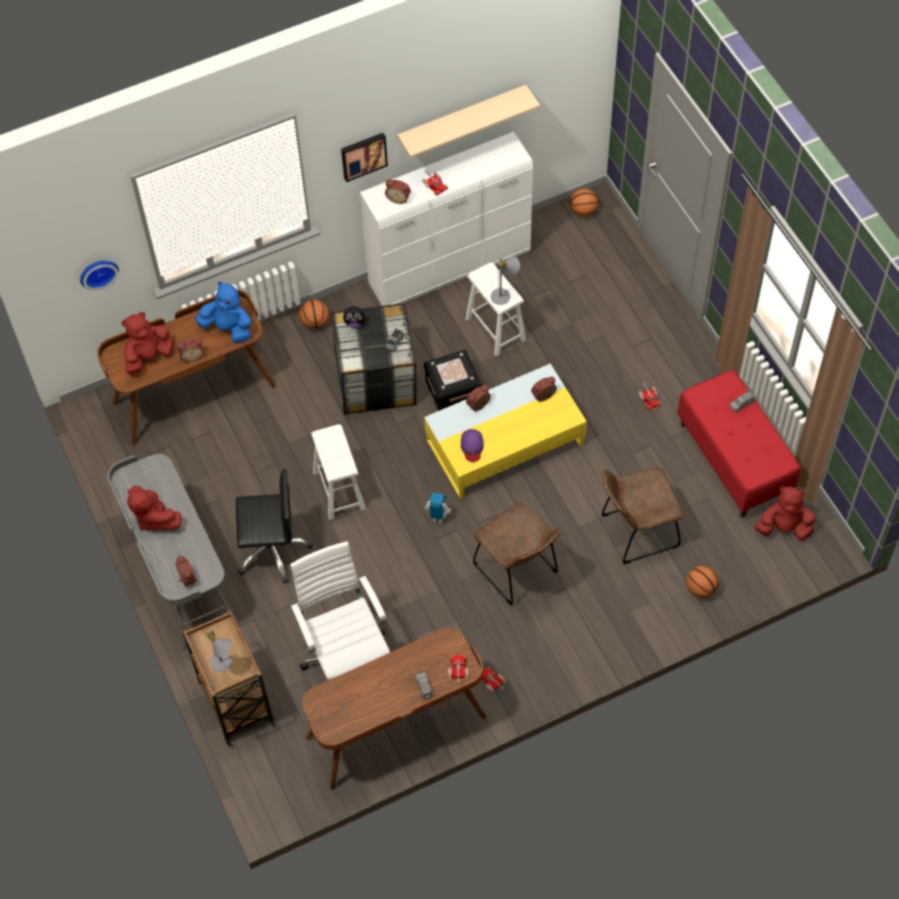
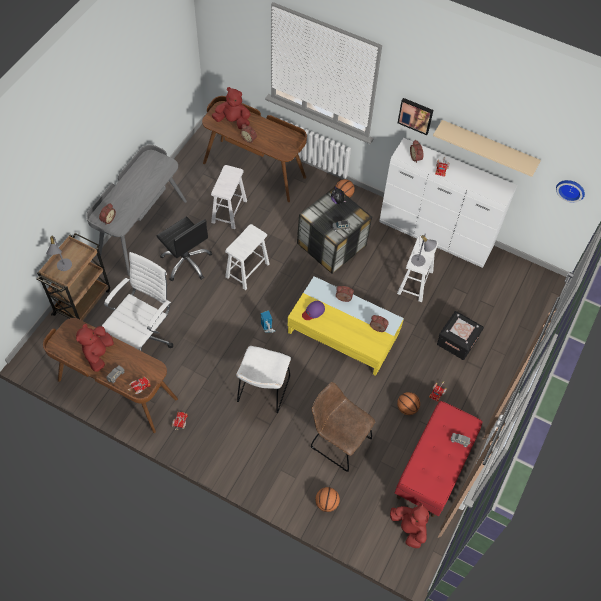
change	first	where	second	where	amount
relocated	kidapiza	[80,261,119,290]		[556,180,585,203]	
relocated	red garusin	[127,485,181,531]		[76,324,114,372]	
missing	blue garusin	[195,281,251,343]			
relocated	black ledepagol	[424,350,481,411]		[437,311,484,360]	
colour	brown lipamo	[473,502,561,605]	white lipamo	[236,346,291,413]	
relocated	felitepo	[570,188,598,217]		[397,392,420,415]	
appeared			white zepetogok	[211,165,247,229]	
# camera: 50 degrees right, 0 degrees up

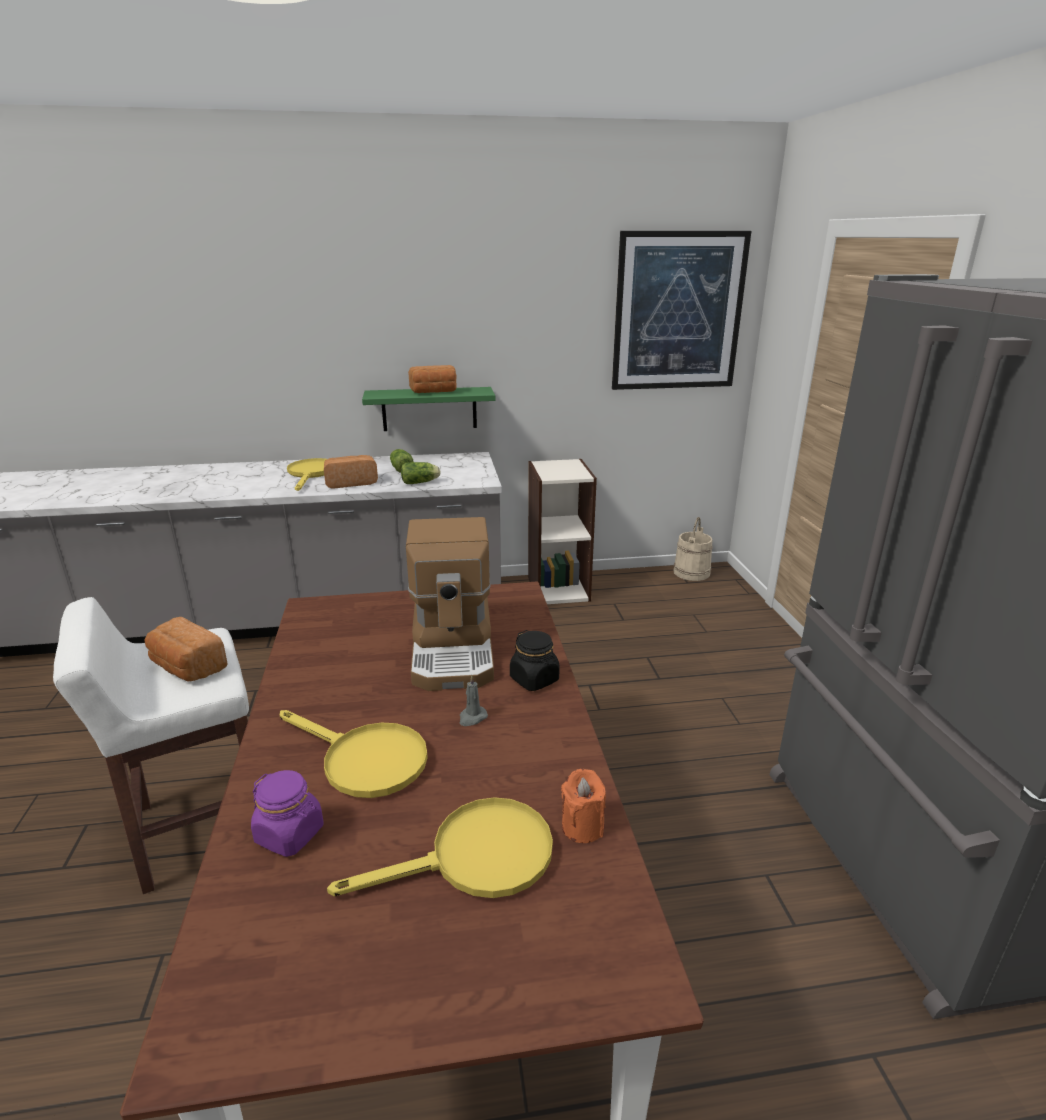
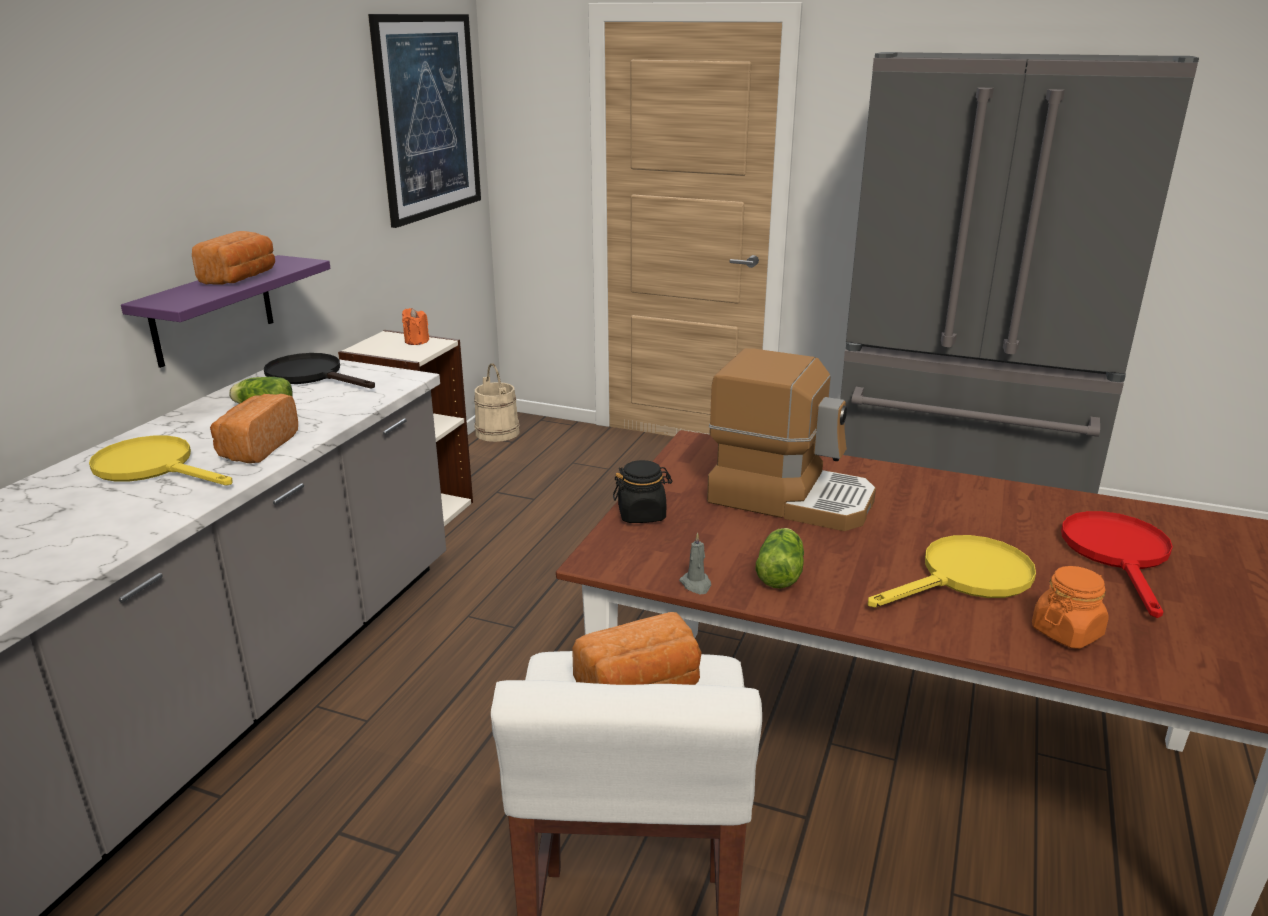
change	first	where	second	where	amount
colour	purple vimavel	[251,770,323,857]	orange vimavel	[1032,566,1109,649]	
colour	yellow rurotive	[327,797,553,898]	red rurotive	[1061,511,1173,618]	
colour	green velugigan	[362,387,495,431]	purple velugigan	[121,255,331,368]	
relocated	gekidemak	[401,462,441,484]		[756,528,804,589]	
relocated	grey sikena	[460,675,488,726]		[679,532,711,594]	
relocated	black vimavel	[510,630,560,691]		[613,460,672,523]	
relocated	orange sikena	[561,769,606,843]		[402,308,429,345]	
appeared			black rurotive	[264,353,375,389]	
# camera: 60 degrees left, 0 degrees up

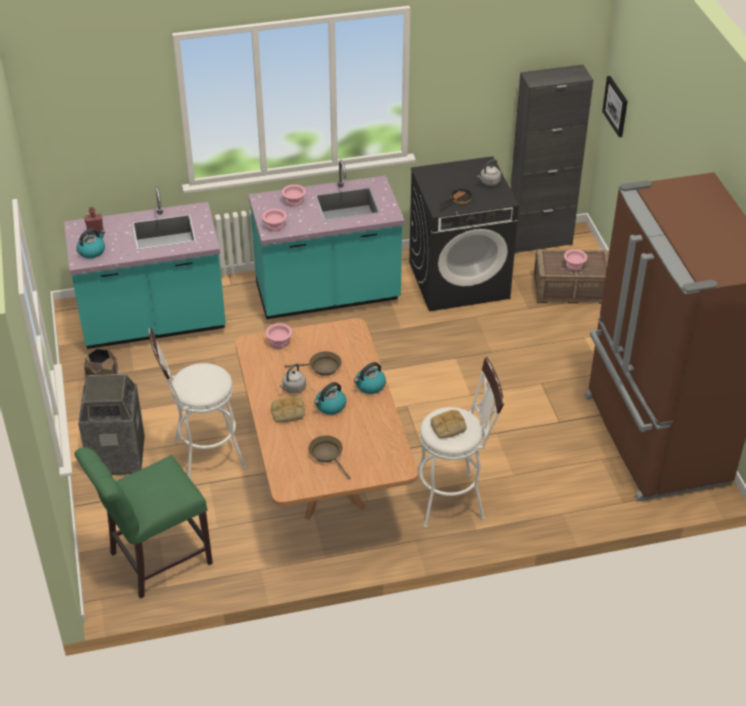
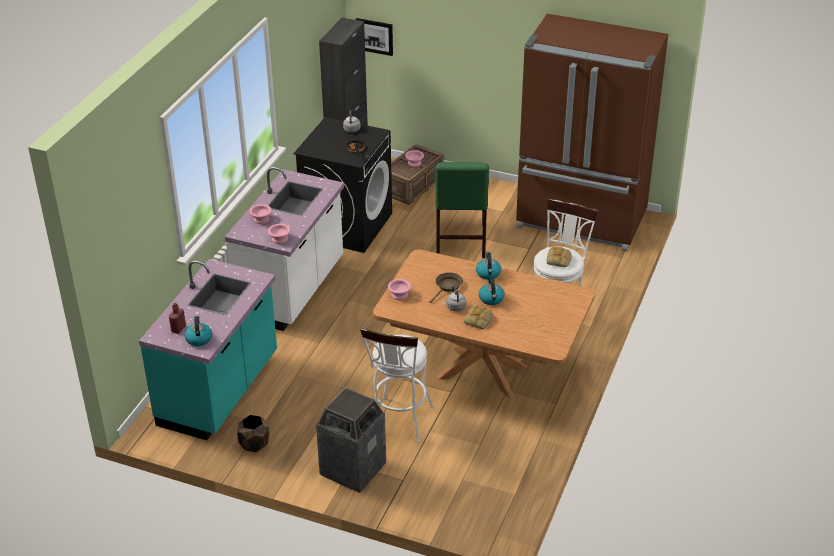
change	first	where	second	where	amount
relocated	green lipamo	[74,447,213,599]		[435,162,489,258]	
colour	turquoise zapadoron	[248,160,405,319]	white zapadoron	[225,167,344,331]	
missing	brown rurotive	[308,435,350,479]			
# camera: 55 degrees left, 5 degrees down

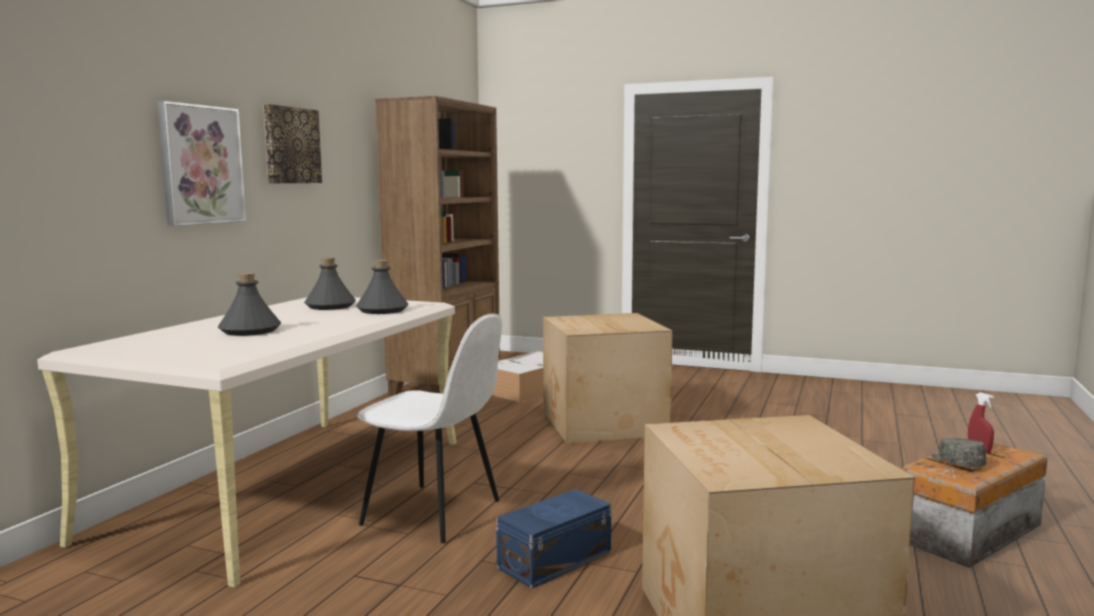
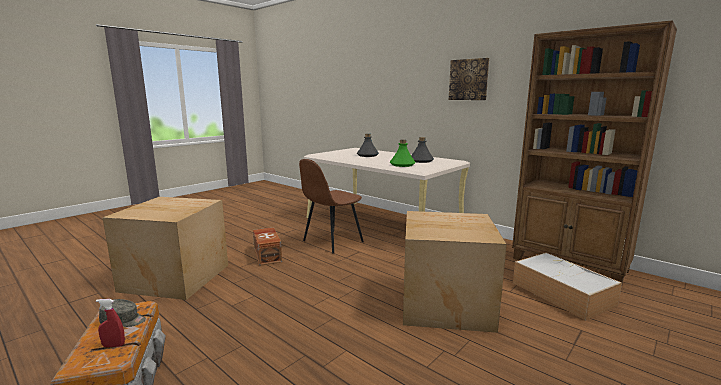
change	first	where	second	where	amount
missing	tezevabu	[157,101,246,226]			
colour	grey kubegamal	[356,260,408,314]	green kubegamal	[390,140,415,167]	
colour	white lipamo	[357,314,502,543]	brown lipamo	[299,159,364,253]	
colour	blue ledepagol	[496,489,611,589]	brown ledepagol	[253,227,282,266]	
# camera: 110 degrees right, 5 degrees up

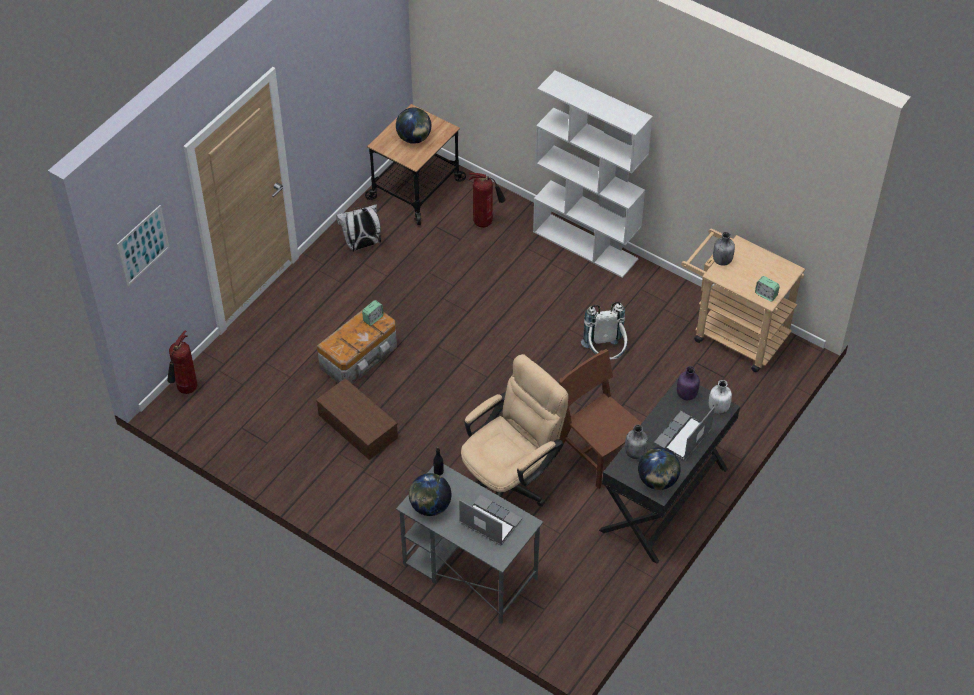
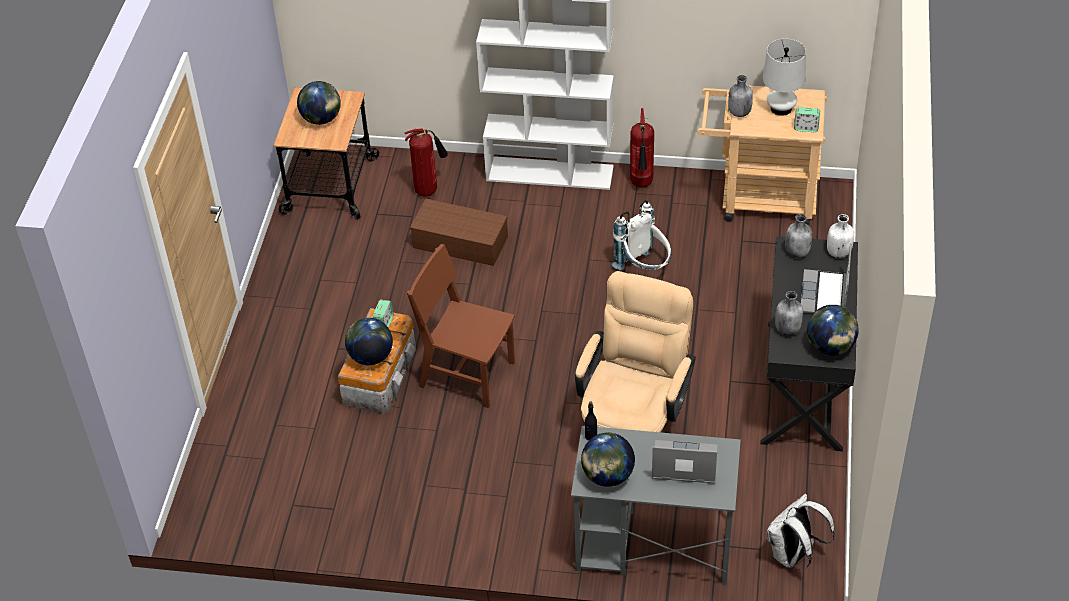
change	first	where	second	where	amount
missing	tezevabu	[117,205,170,286]			
relocated	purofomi	[167,331,198,394]		[630,108,654,188]	
relocated	brown ledepagol	[316,378,398,460]		[410,199,508,266]	
relocated	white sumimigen	[336,204,381,252]		[767,494,835,570]	
relocated	brown lipamo	[559,349,642,489]		[407,244,515,408]	
colour	purple kubegamal	[677,366,700,400]	grey kubegamal	[785,214,812,258]	
appeared			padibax	[345,318,393,365]	
appeared			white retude	[763,39,806,116]	
# camera: 25 degrees left, 5 degrees down

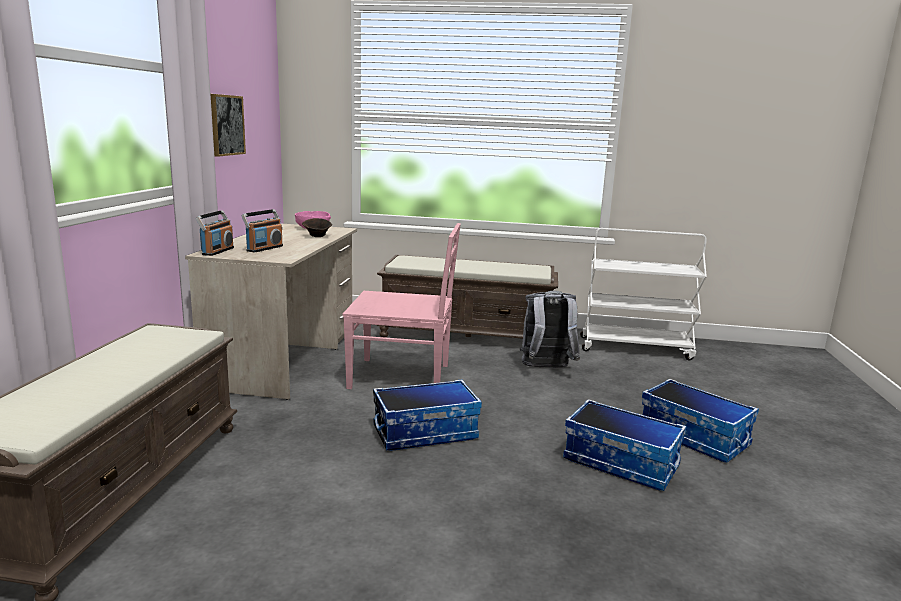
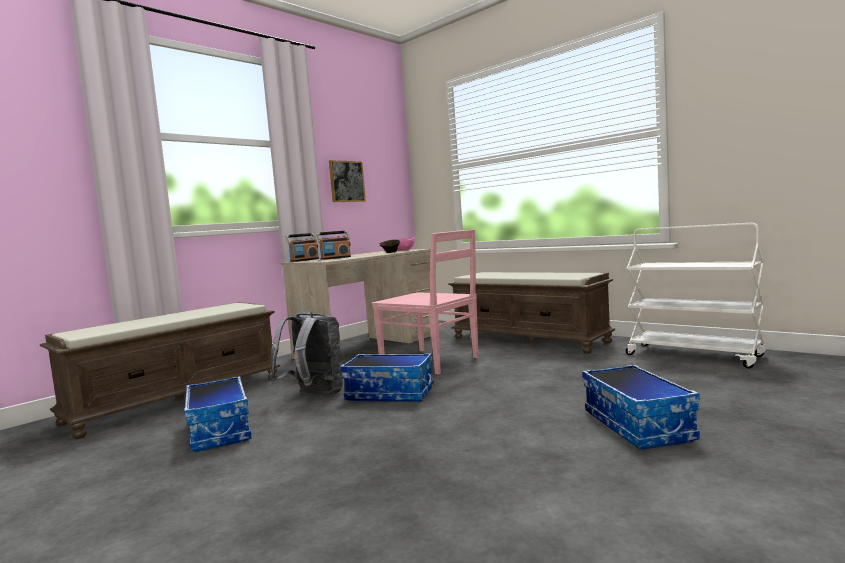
change	first	where	second	where	amount
relocated	grey sumimigen	[520,291,580,368]		[270,311,343,396]	
relocated	ledepagol	[563,399,687,491]		[184,376,252,452]	
# camera: 35 degrees right, 10 degrees down

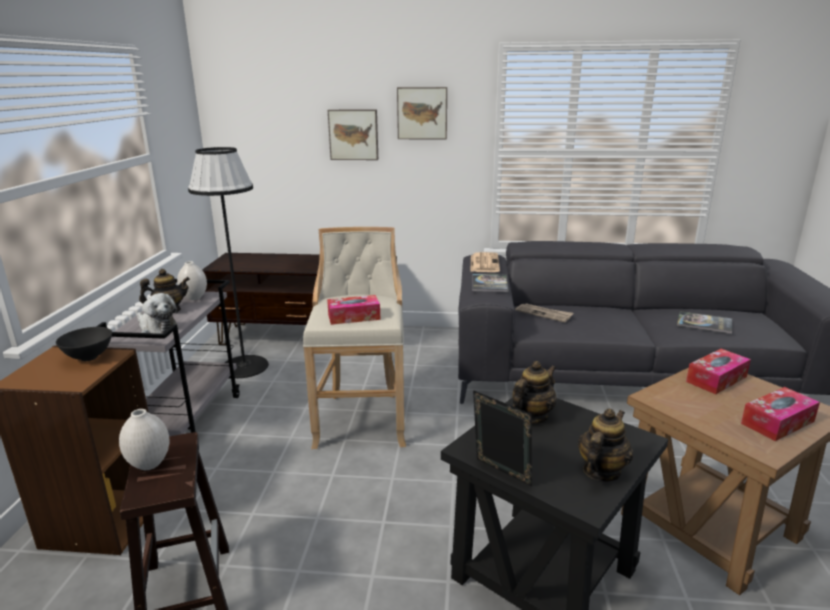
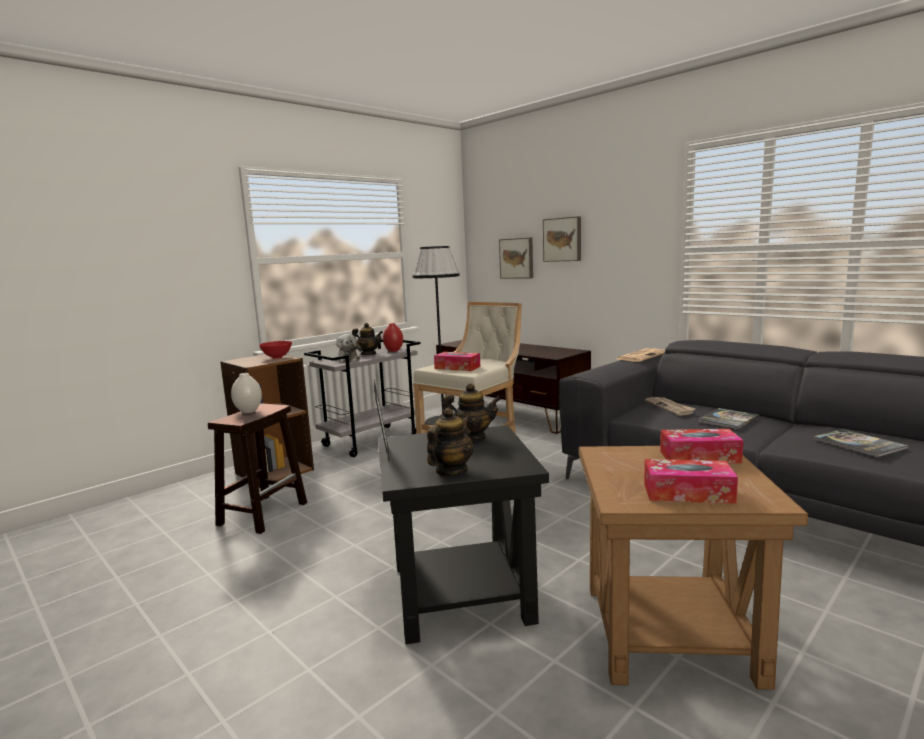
change	first	where	second	where	amount
colour	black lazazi	[56,327,112,361]	red lazazi	[259,341,292,359]	
colour	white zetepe	[177,261,207,300]	red zetepe	[383,323,403,352]	
relocated	tezevabu	[397,87,447,139]		[499,238,533,278]	
relocated	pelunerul	[472,274,509,292]		[698,408,759,429]	
spun	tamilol	[578,409,633,482]		[427,407,473,476]	45 degrees counterclockwise
# camera: 40 degrees right, 10 degrees down

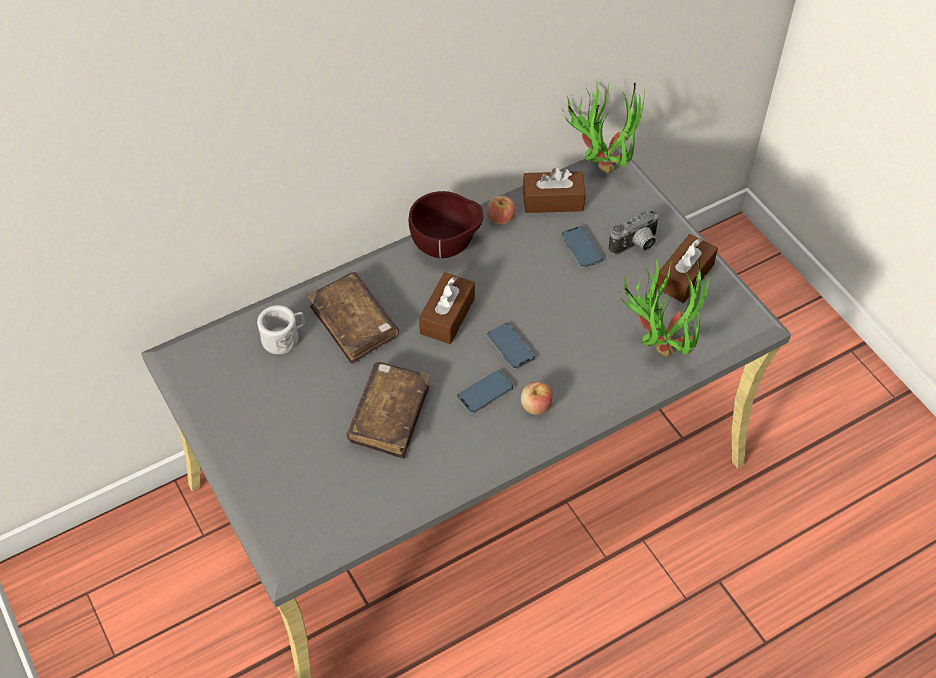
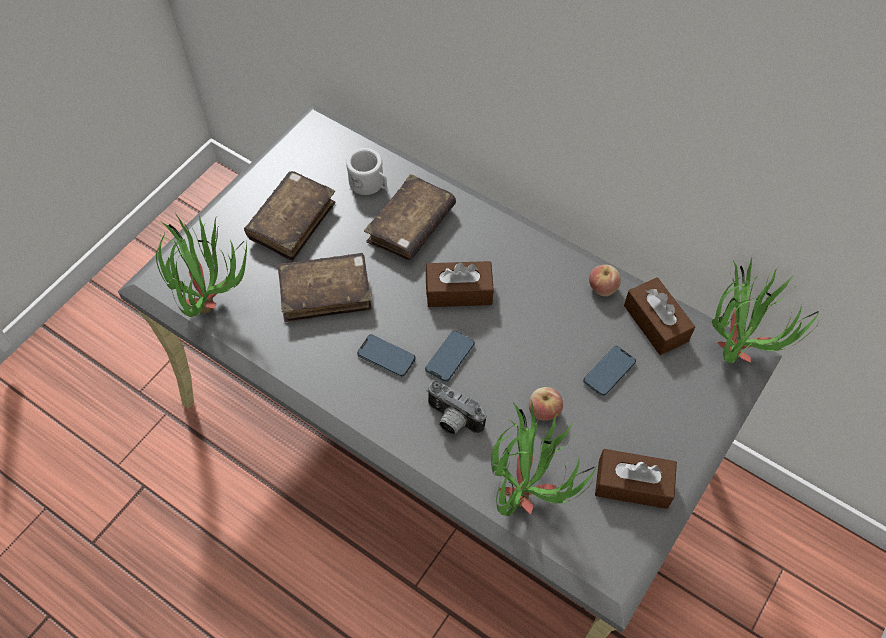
change	first	where	second	where	amount
missing	brown lazazi	[409,191,483,258]			
relocated	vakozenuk	[521,382,553,415]		[529,387,563,421]	
relocated	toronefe	[609,211,660,255]		[426,380,487,435]	
appeared			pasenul	[156,214,247,317]	
appeared			brown pelunerul	[244,171,336,261]	
# camera: 65 degrees right, 5 degrees up

